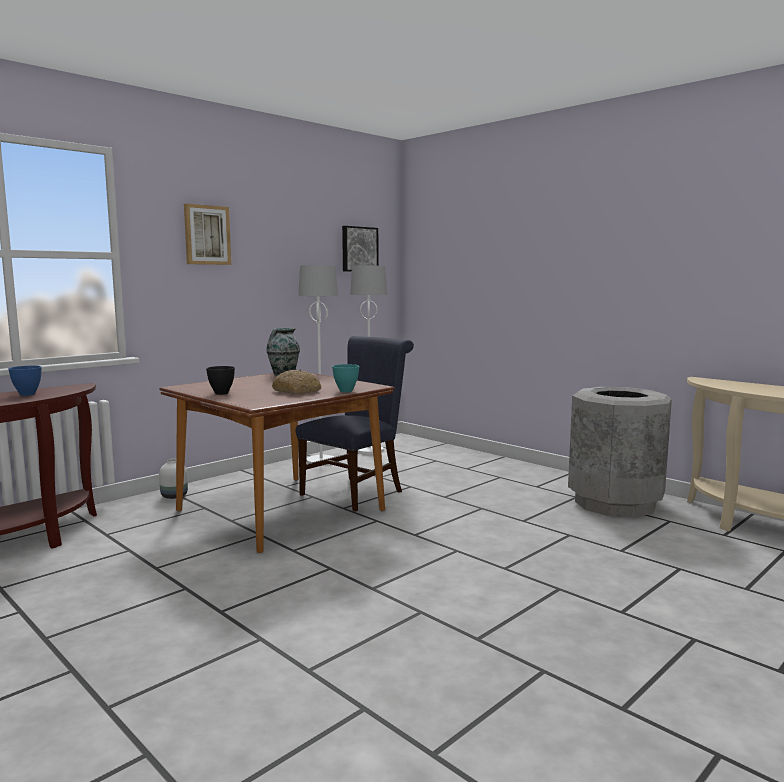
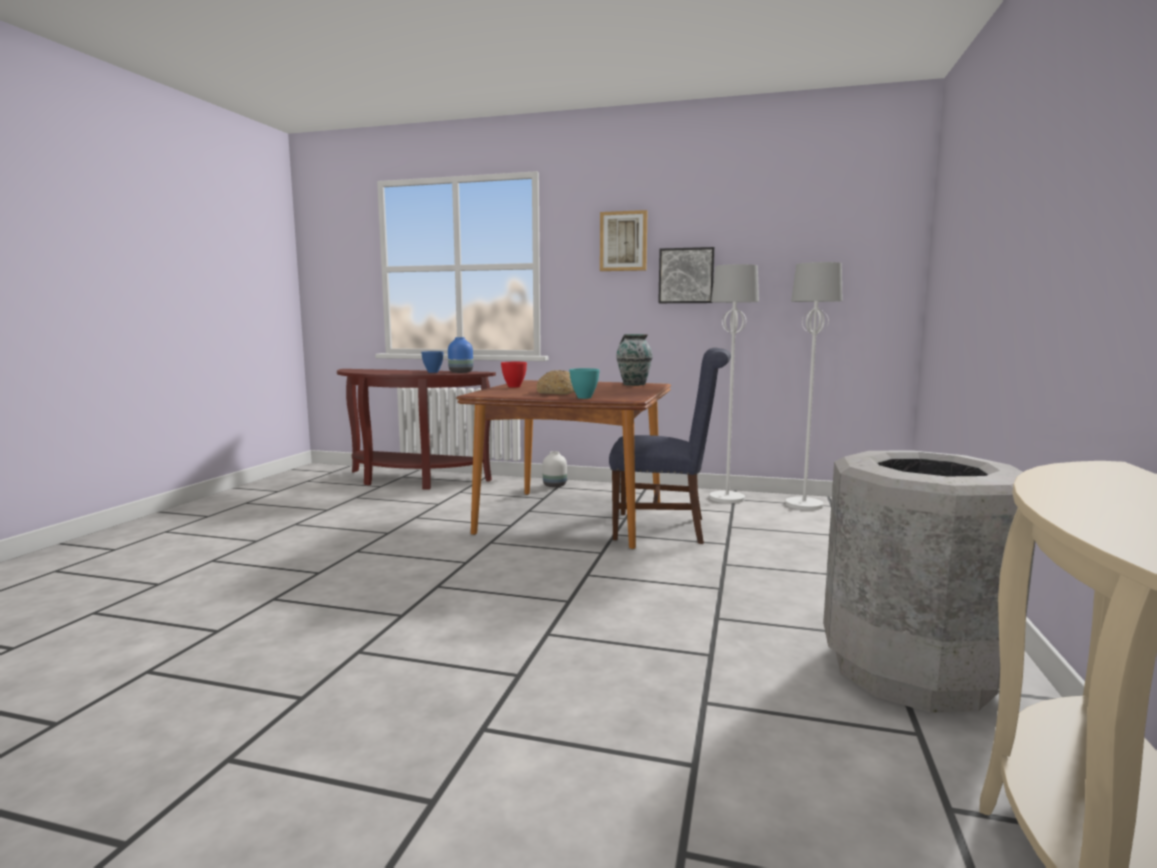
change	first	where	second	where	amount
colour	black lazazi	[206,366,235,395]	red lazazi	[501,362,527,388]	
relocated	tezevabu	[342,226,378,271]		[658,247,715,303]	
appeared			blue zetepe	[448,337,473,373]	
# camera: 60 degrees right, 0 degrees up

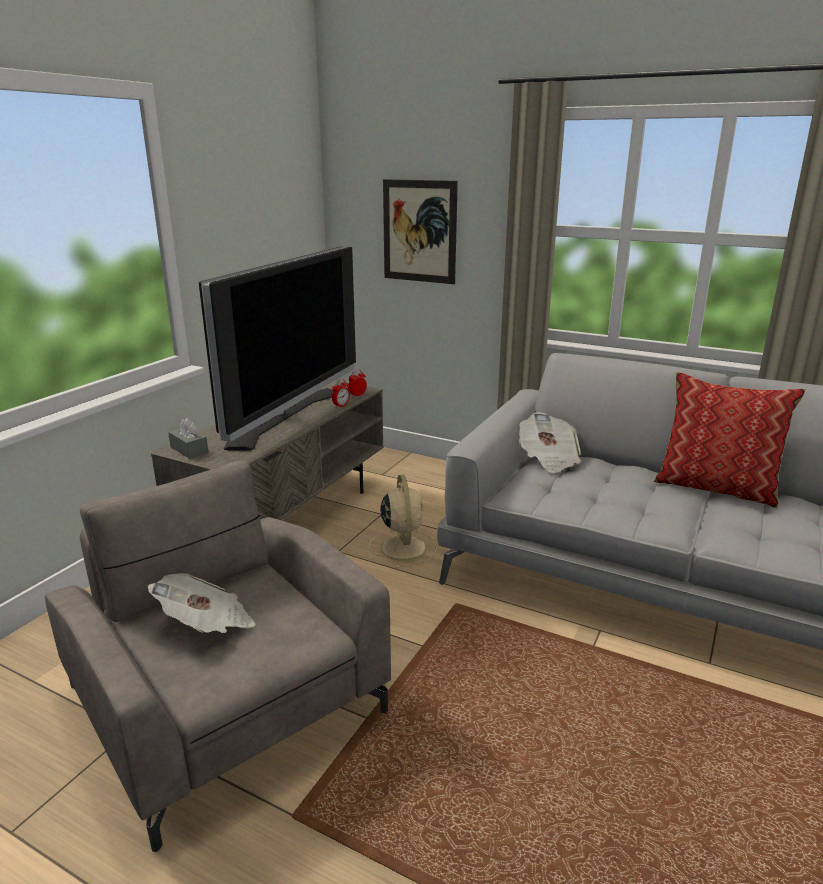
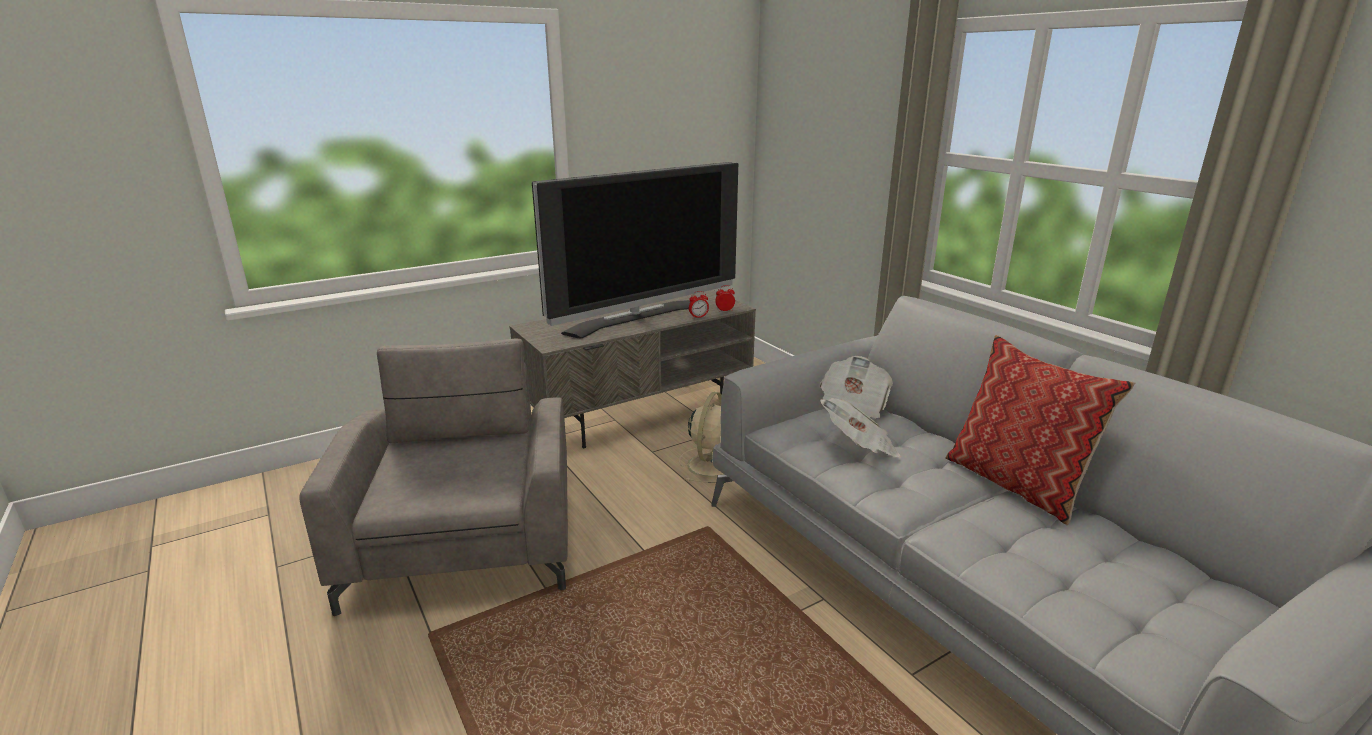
change	first	where	second	where	amount
relocated	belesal	[148,573,256,633]		[821,398,901,458]	
missing	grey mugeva	[168,418,209,459]			
missing	tezevabu	[383,179,458,284]			
# camera: 30 degrees right, 0 degrees up

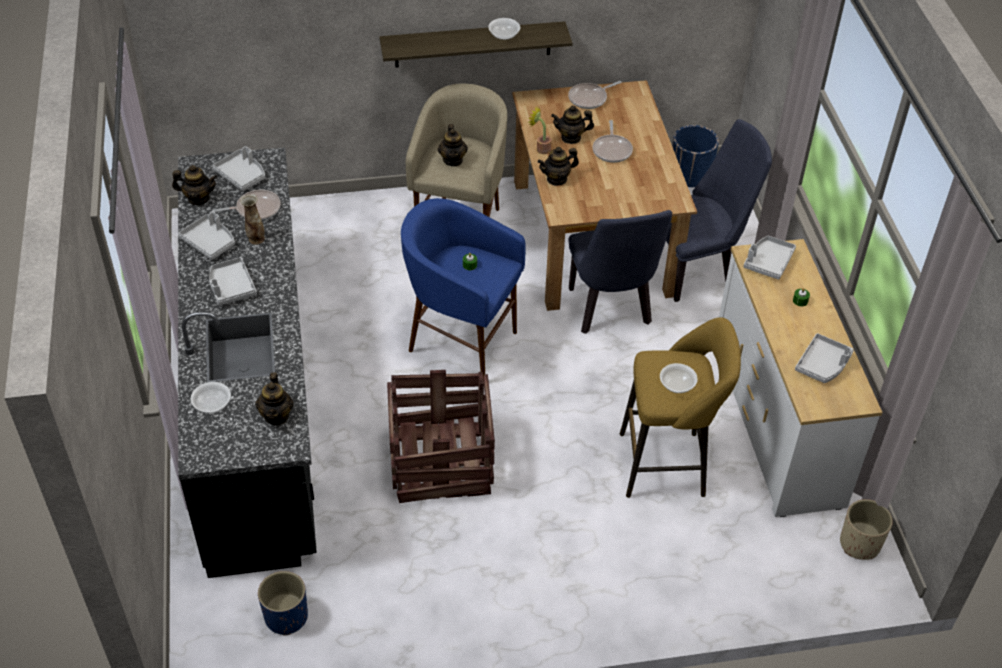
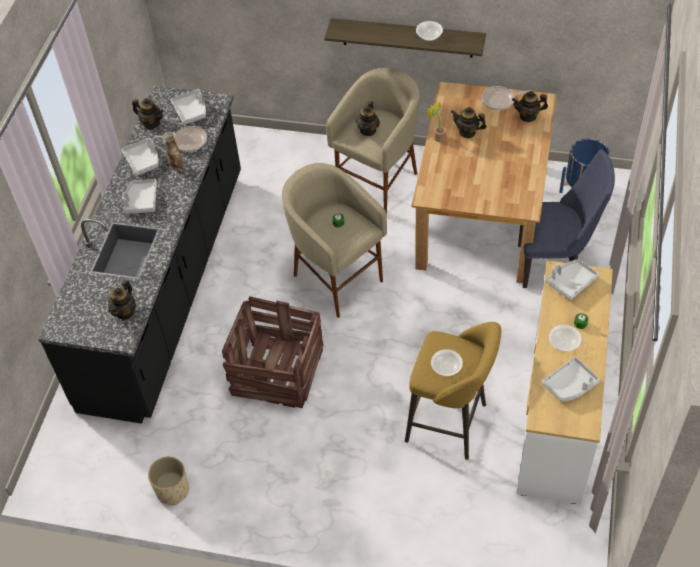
change	first	where	second	where	amount
relocated	lazazi	[191,382,231,414]		[549,325,581,352]	
missing	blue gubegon	[258,571,308,636]			
colour	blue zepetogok	[401,198,526,380]	beige zepetogok	[282,163,387,318]	
relocated	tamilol	[538,147,579,186]		[512,91,548,122]	
missing	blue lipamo	[568,210,672,334]			
missing	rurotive	[593,120,633,163]			
relocated	beige gubegon	[840,499,893,560]		[148,457,189,505]	
# camera: 25 degrees right, 5 degrees up

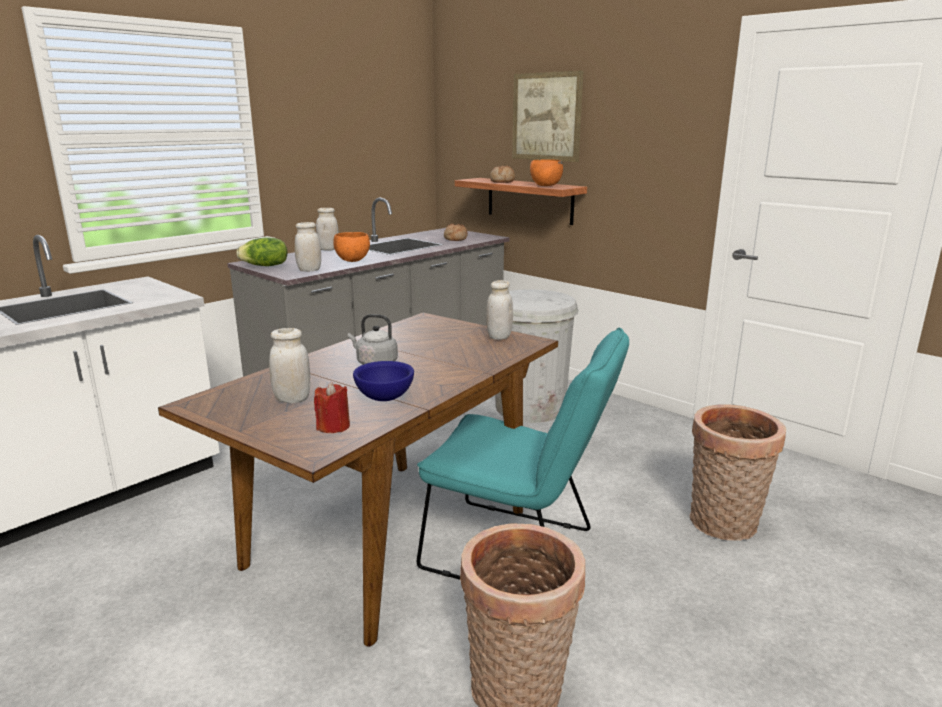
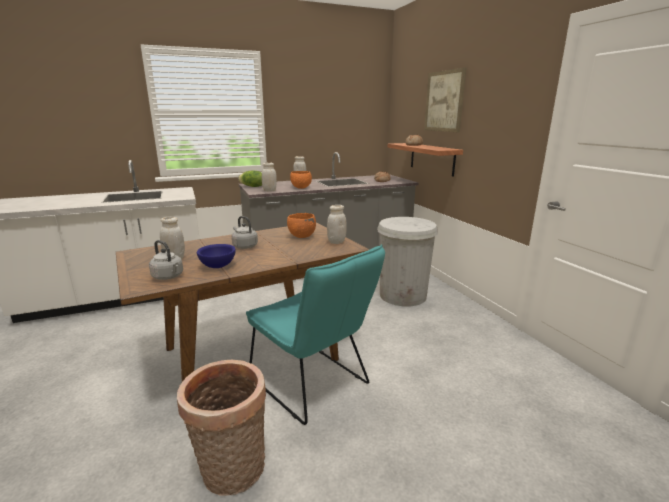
change	first	where	second	where	amount
exchanged	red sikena	[314,382,350,433]	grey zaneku	[149,240,183,280]	
relocated	orange lazazi	[530,159,563,186]		[287,213,316,238]	
missing	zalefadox	[690,404,786,541]			
# camera: 25 degrees right, 0 degrees up

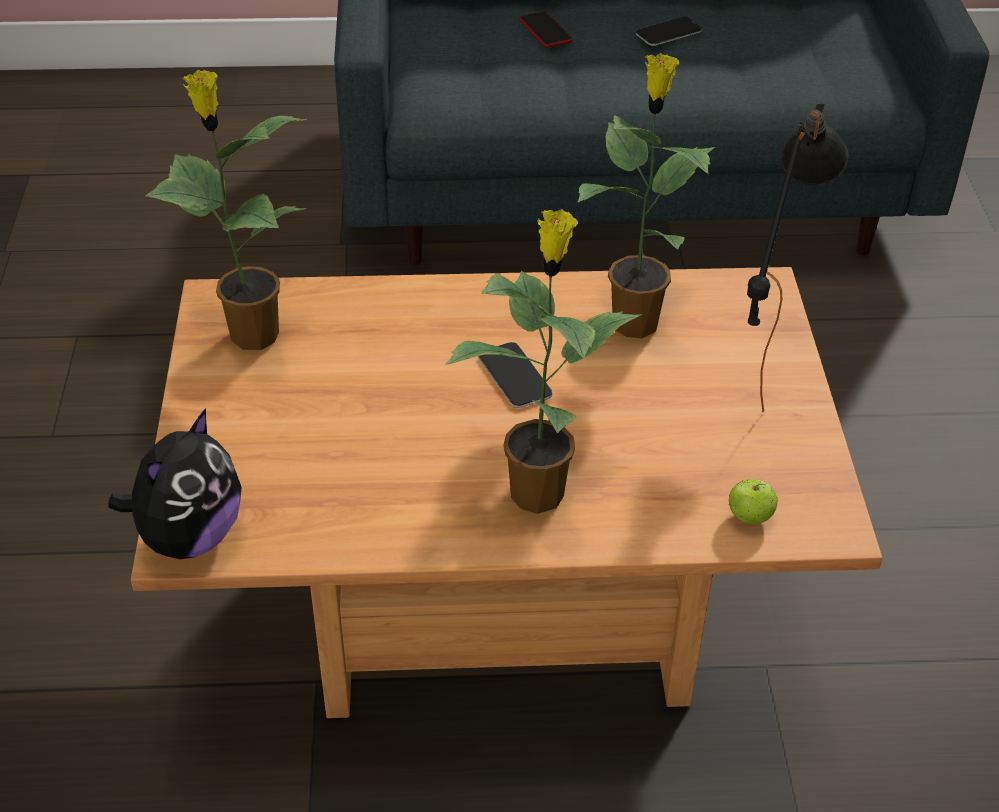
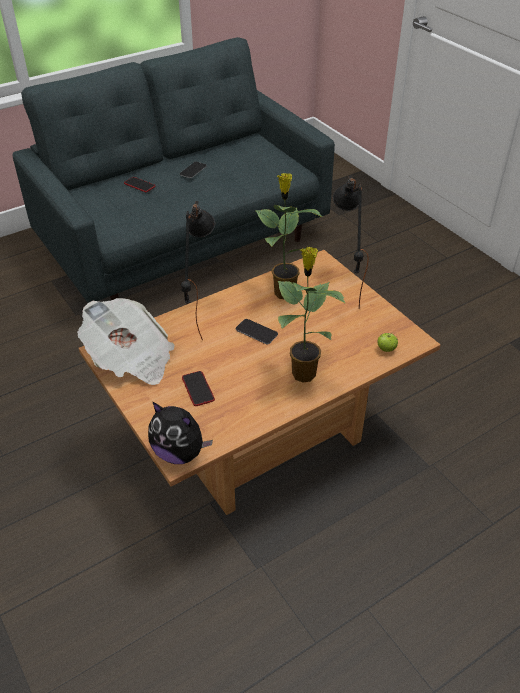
change	first	where	second	where	amount
spun	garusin	[108,409,242,559]		[148,401,213,464]	120 degrees clockwise
exchanged	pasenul	[145,70,308,350]	belesal	[77,298,175,385]	
appeared			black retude	[181,201,215,341]	
appeared			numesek	[182,371,215,406]	
# camera: 30 degrees left, 0 degrees up

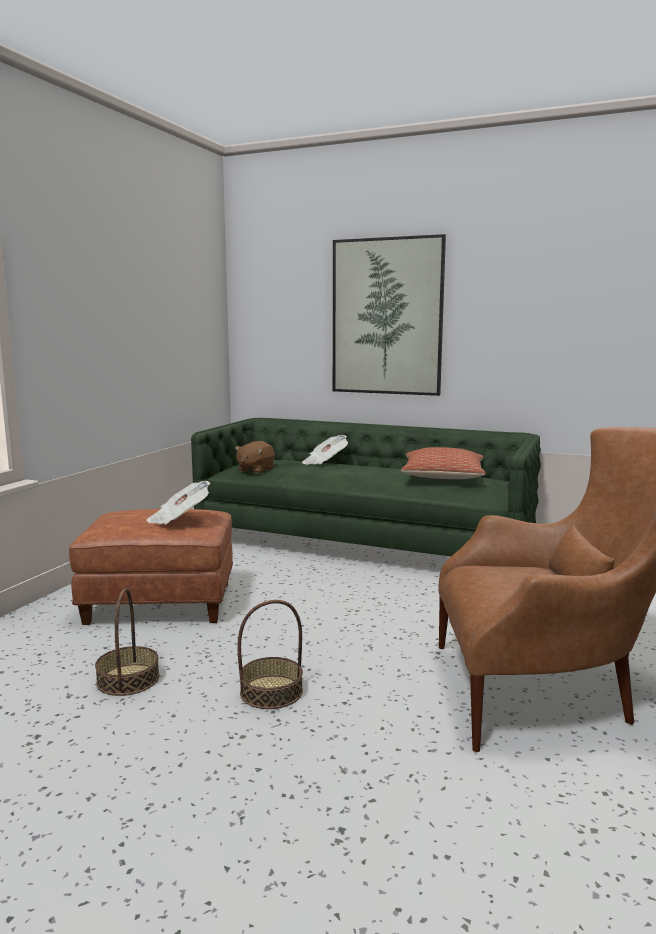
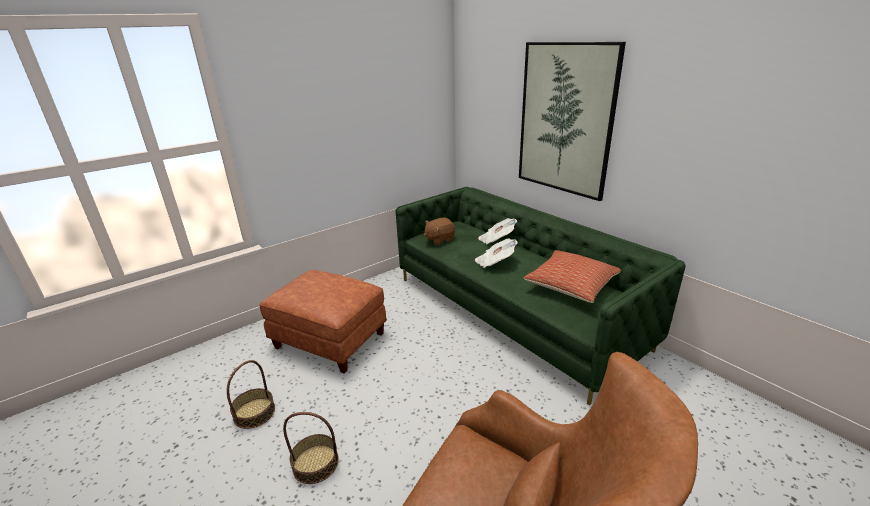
change	first	where	second	where	amount
relocated	belesal	[147,481,211,525]		[475,238,518,268]	
# camera: 30 degrees right, 15 degrees up

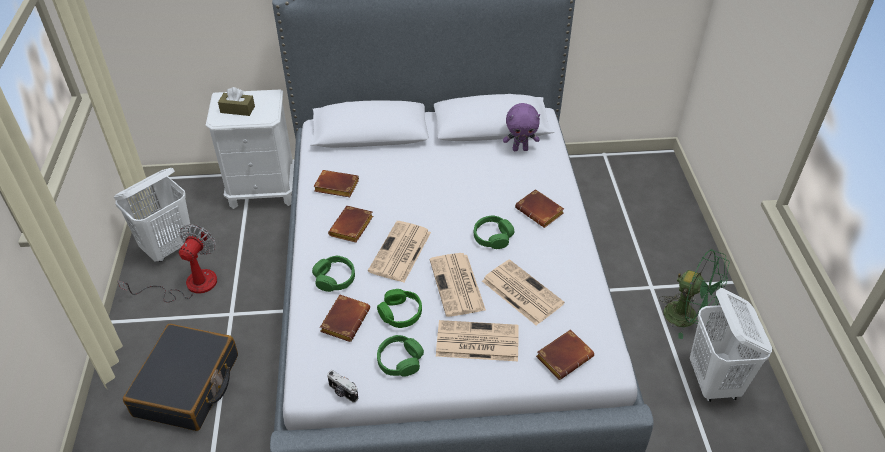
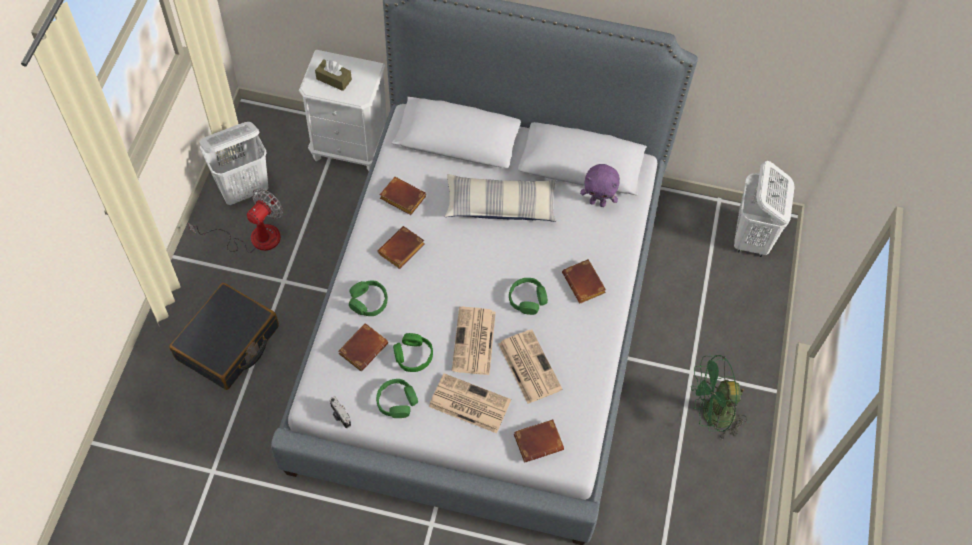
change	first	where	second	where	amount
missing	belesal	[368,221,431,282]			
spun	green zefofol	[659,249,730,339]		[691,355,747,439]	120 degrees clockwise
relocated	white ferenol	[690,288,772,402]		[734,161,795,257]	
appeared			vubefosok	[445,174,556,222]	
# camera: 15 degrees right, 15 degrees up

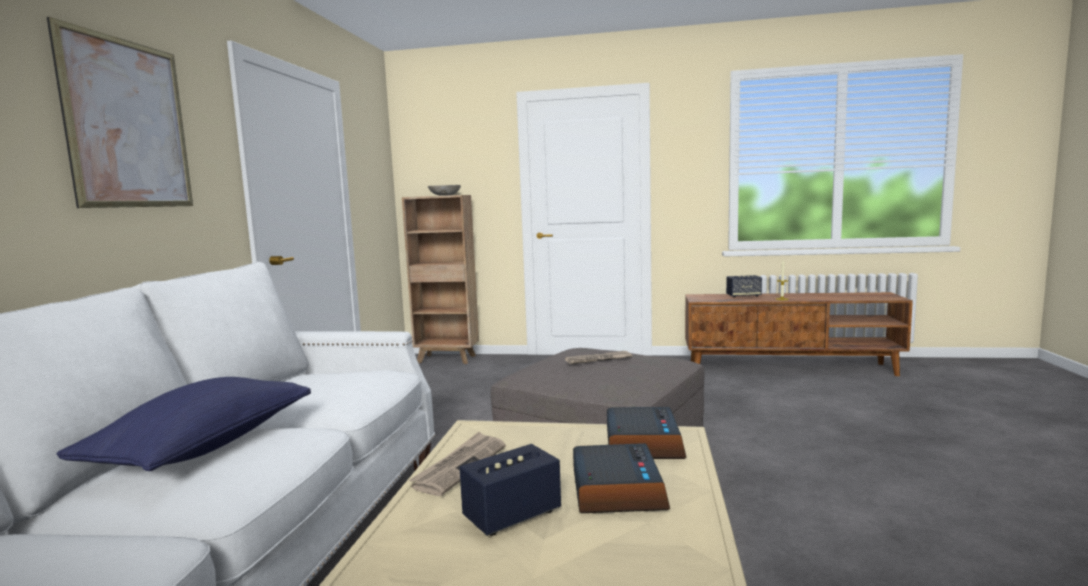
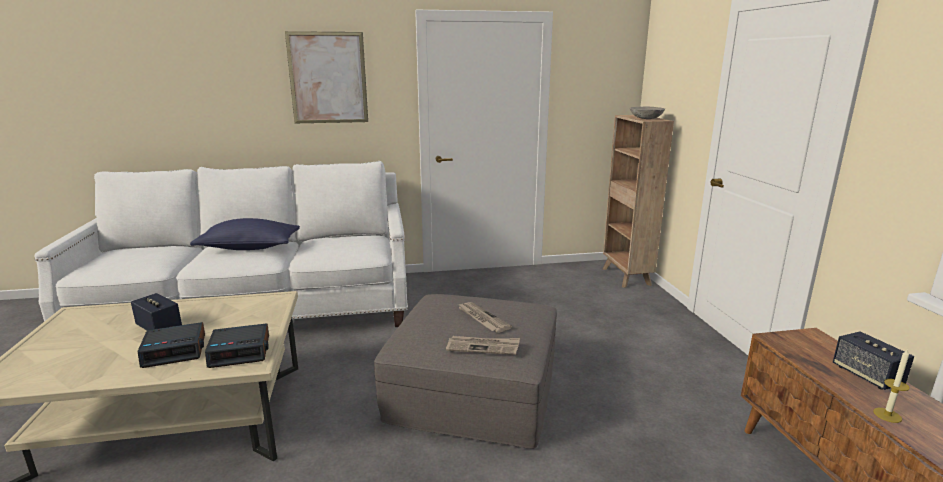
change	first	where	second	where	amount
relocated	belesal	[409,432,506,496]		[446,336,520,355]	
# camera: 70 degrees right, 10 degrees up

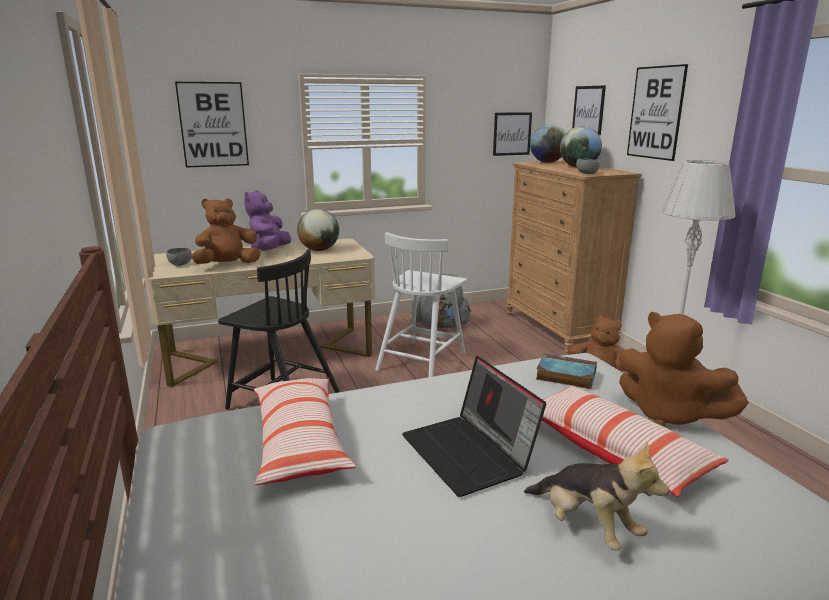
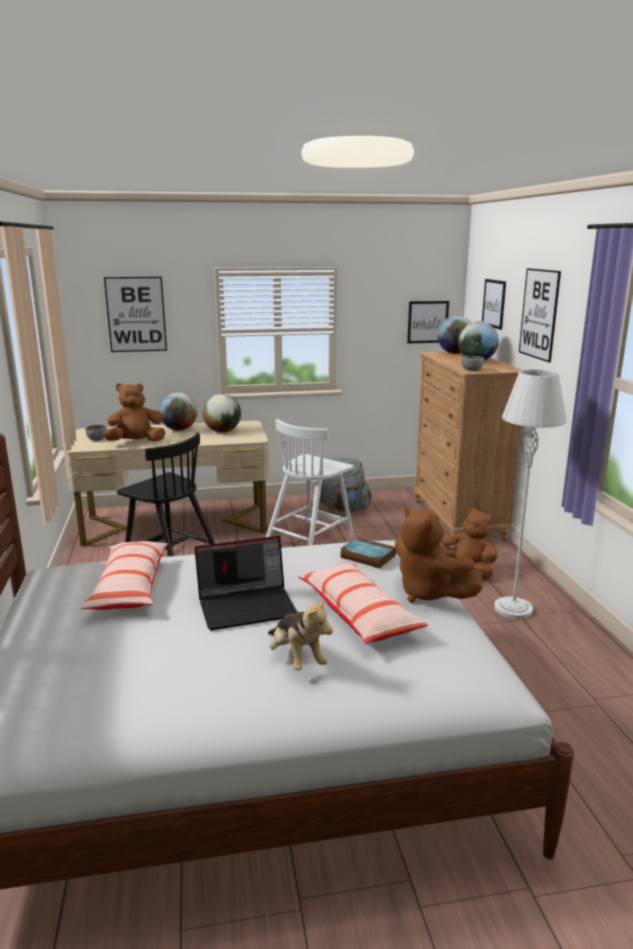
change	first	where	second	where	amount
exchanged	purple garusin	[244,190,291,250]	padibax	[159,392,197,430]	
spun	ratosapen	[402,356,546,497]		[195,536,297,630]	90 degrees counterclockwise
# camera: 10 degrees right, 0 degrees up

